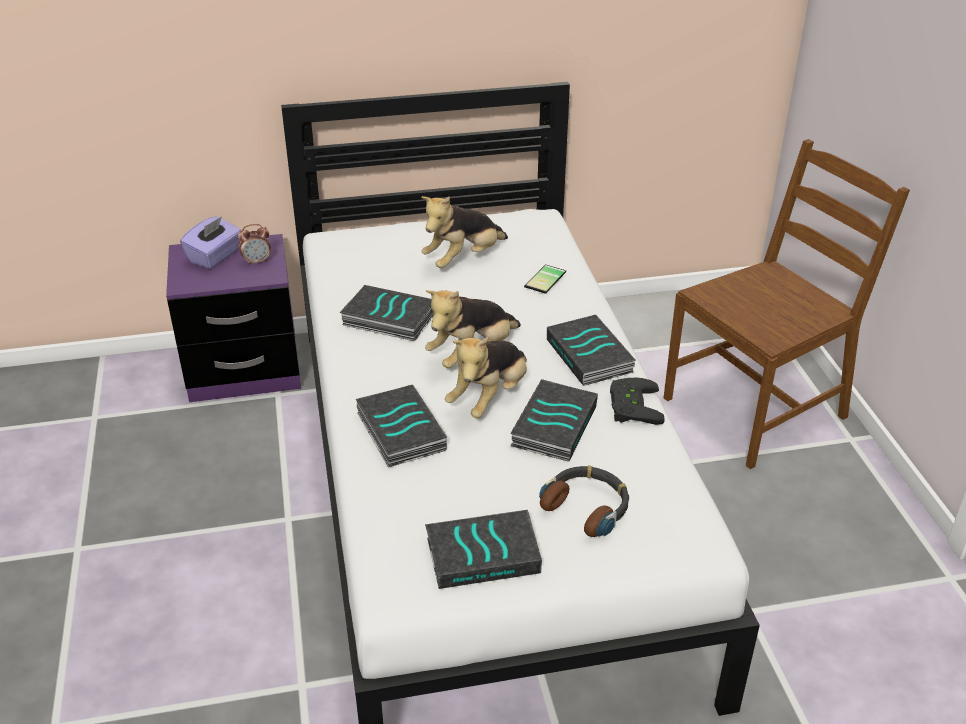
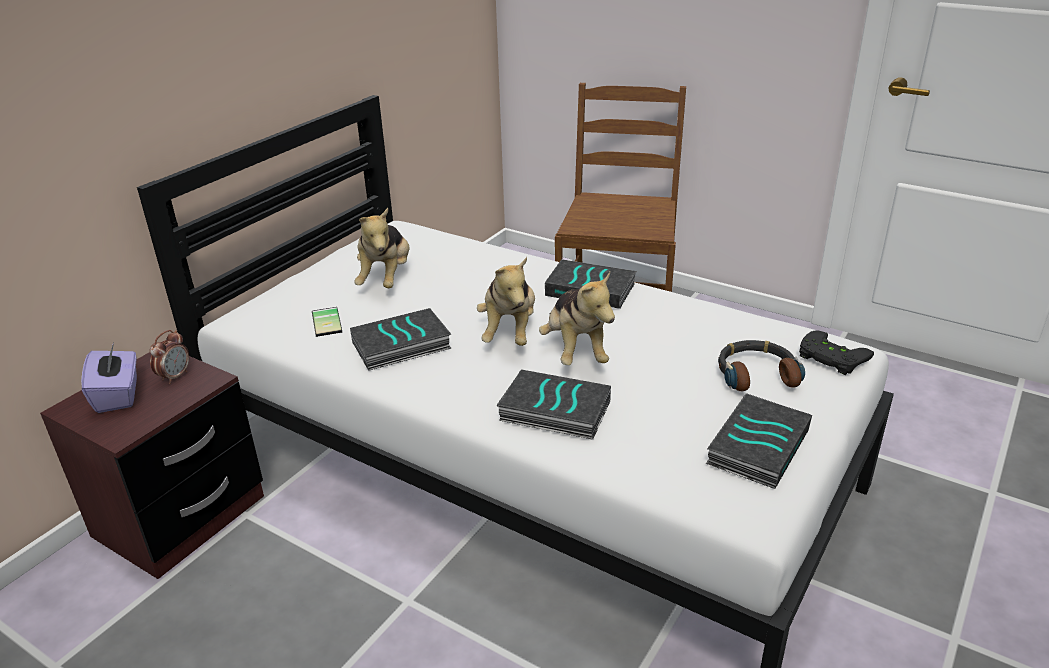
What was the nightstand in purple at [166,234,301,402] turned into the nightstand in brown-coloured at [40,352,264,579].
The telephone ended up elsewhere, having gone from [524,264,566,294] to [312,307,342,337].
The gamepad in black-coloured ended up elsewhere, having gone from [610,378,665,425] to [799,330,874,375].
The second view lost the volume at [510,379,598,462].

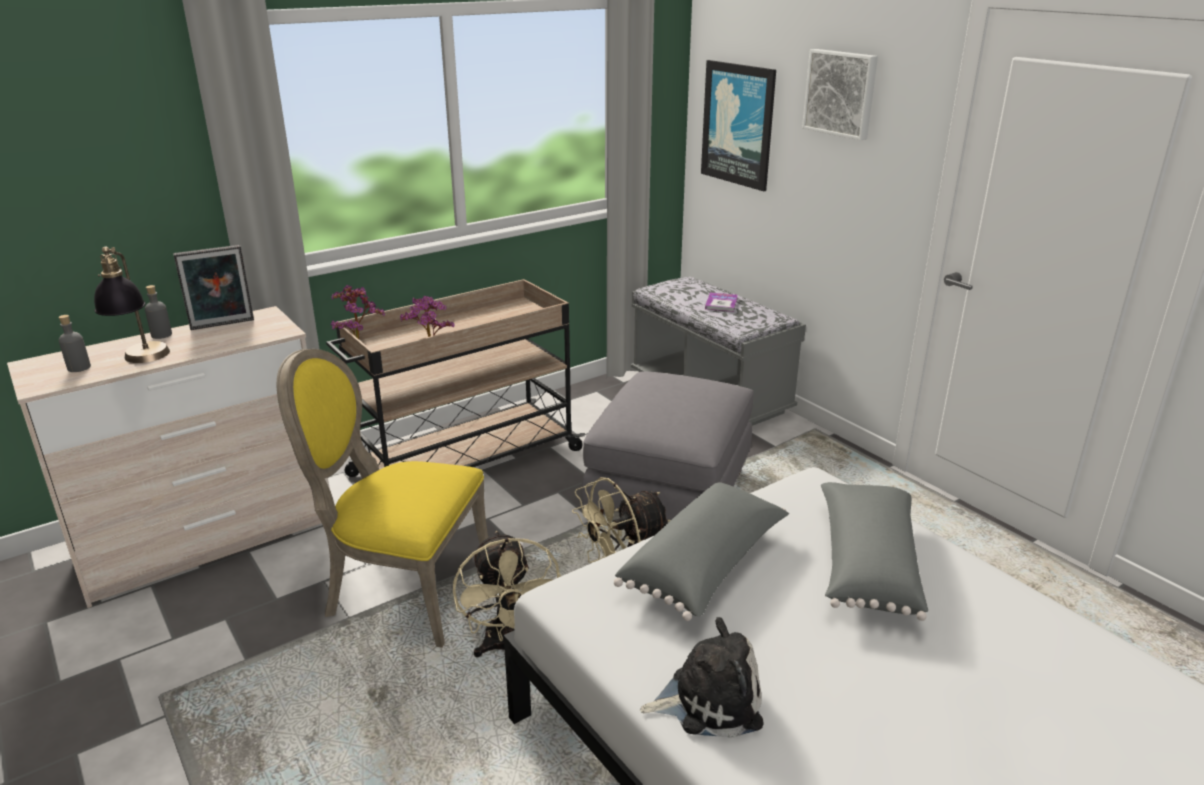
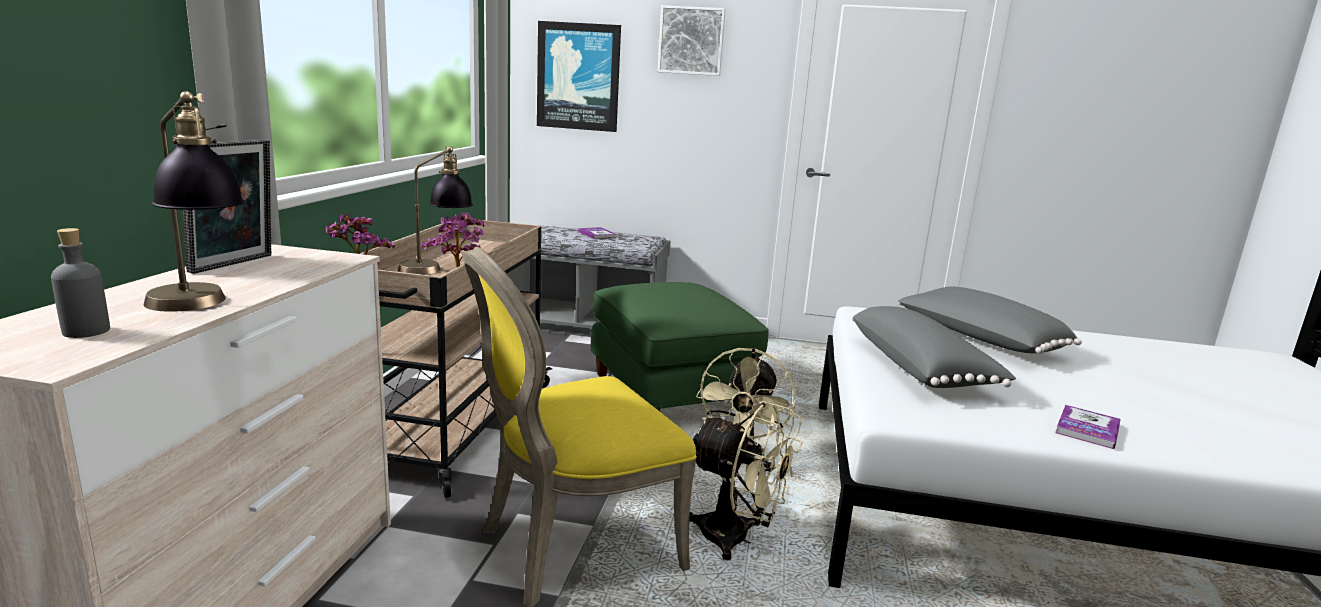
The second view lost the drink bottle in greyish at [145,285,172,339].
What was the ottoman in greyish at [582,372,754,527] turned into the ottoman in greenish at [591,282,769,411].
Where the cuddly toy stood at [640,617,763,738], the volume came to stand at [1055,405,1121,449].
The second view gained the table lamp at [398,146,473,275].

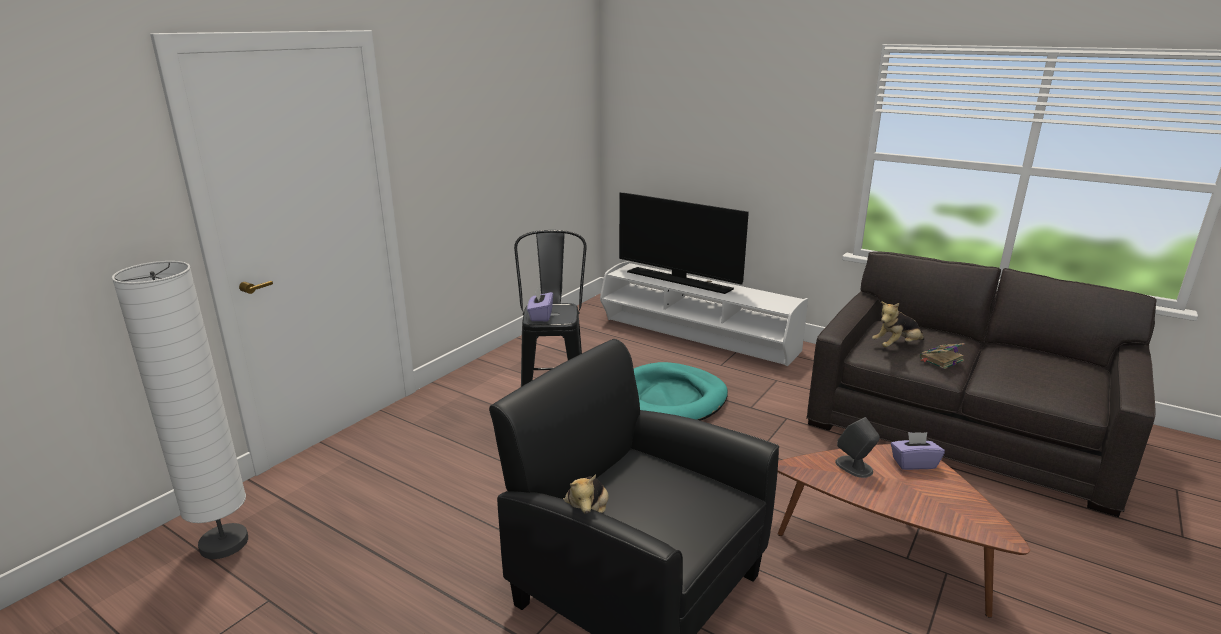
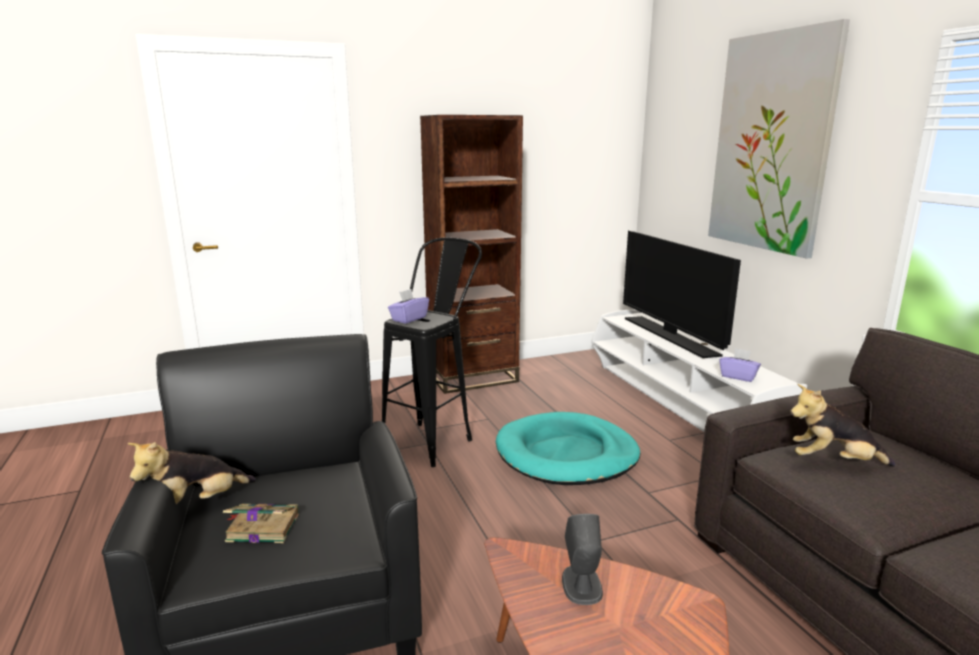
The second view lost the standing lamp in white at [112,261,248,559].
The volume ended up elsewhere, having gone from [920,343,965,369] to [223,504,299,543].
The tissue holder in purple ended up elsewhere, having gone from [891,432,945,470] to [719,348,761,382].
The second view gained the wall art at [708,19,850,259].
The second view gained the shelving unit in brown-coloured at [420,115,523,394].

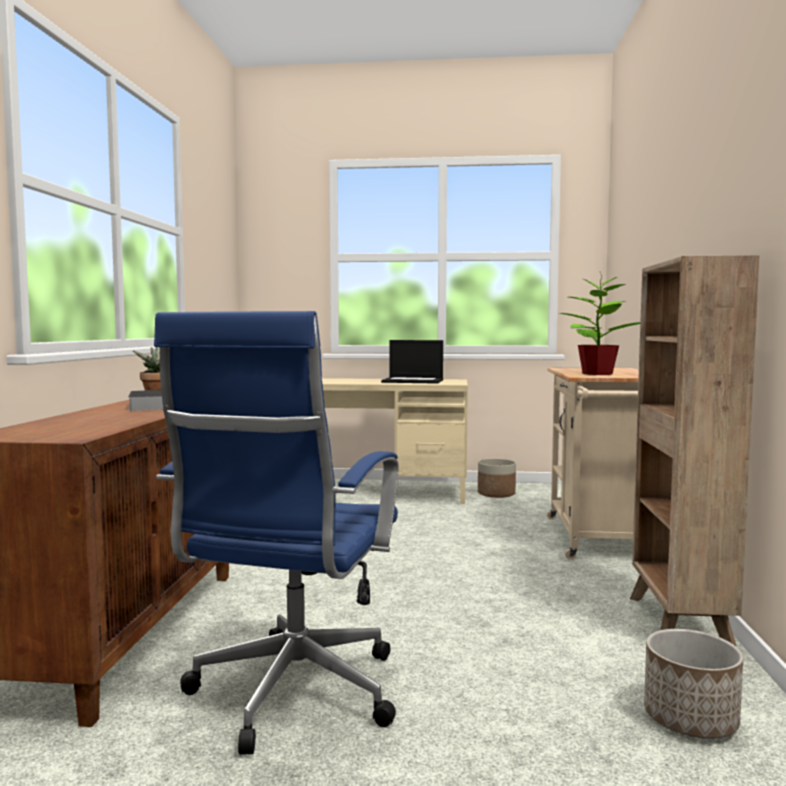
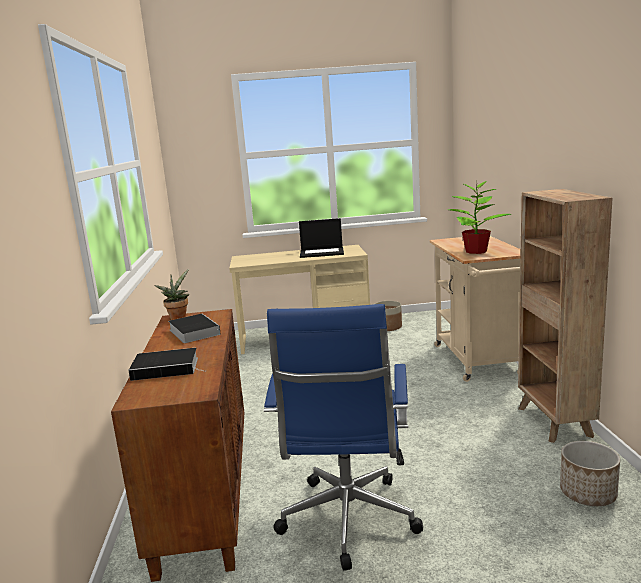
The second view gained the volume at [128,348,206,381].

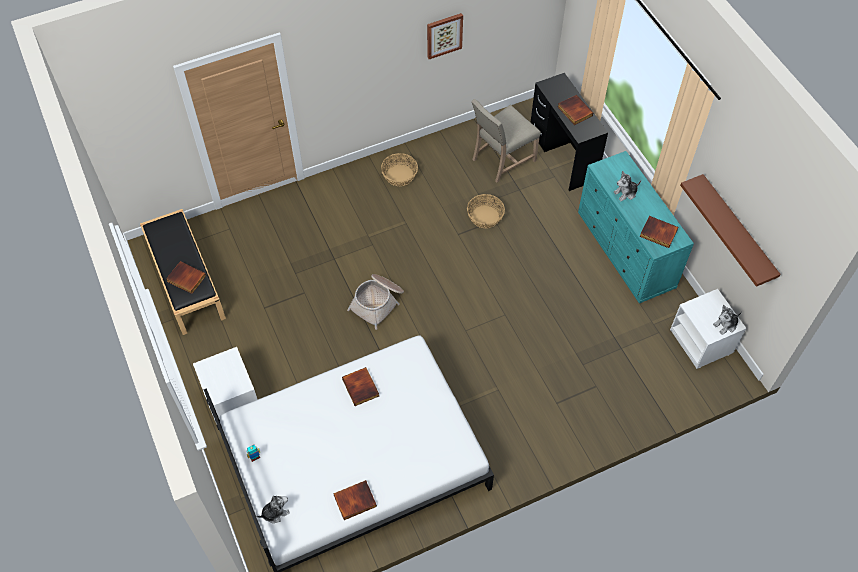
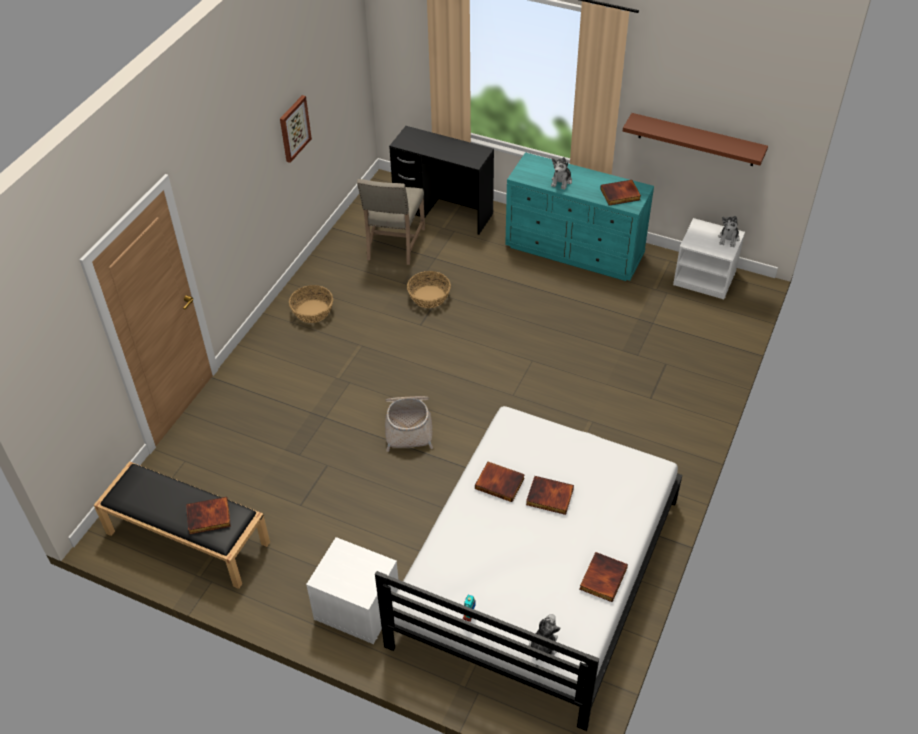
The volume ended up elsewhere, having gone from [558,95,593,125] to [526,476,574,515].

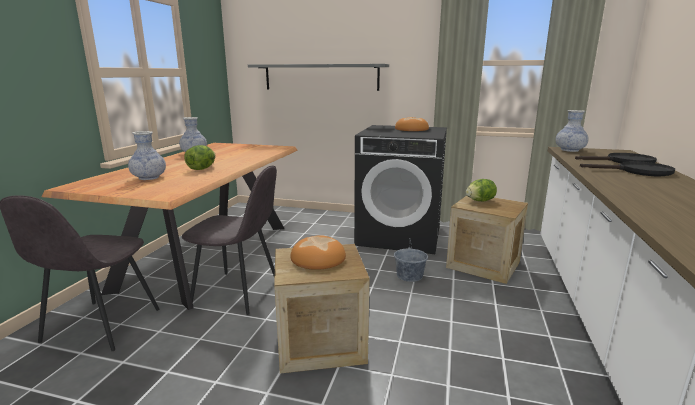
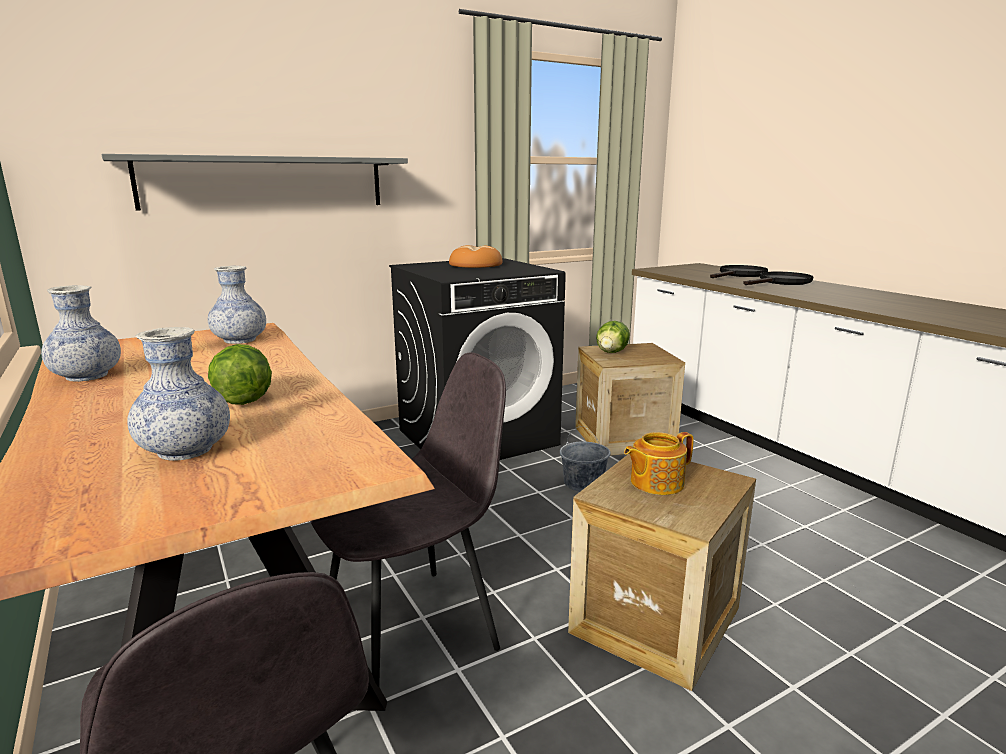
The decorative vase ended up elsewhere, having gone from [556,110,589,152] to [208,266,266,344].
Where the baked bread stood at [291,235,346,270], the tea pot came to stand at [624,432,694,495].

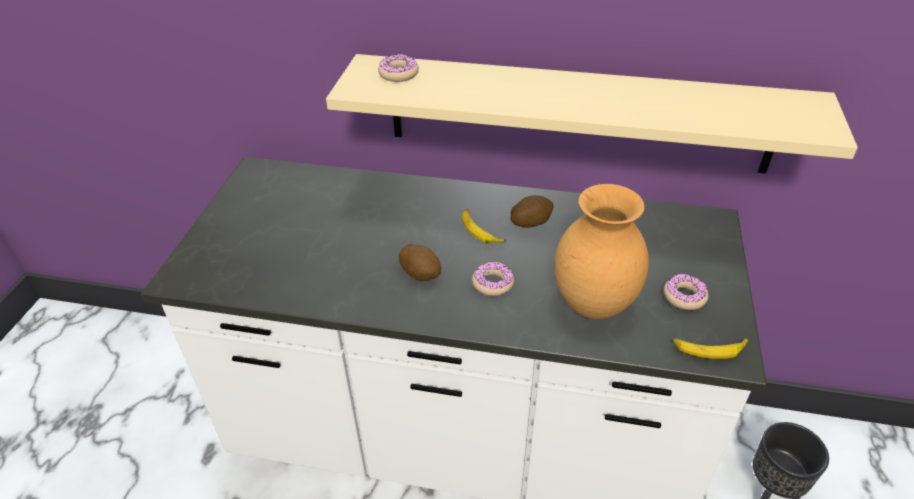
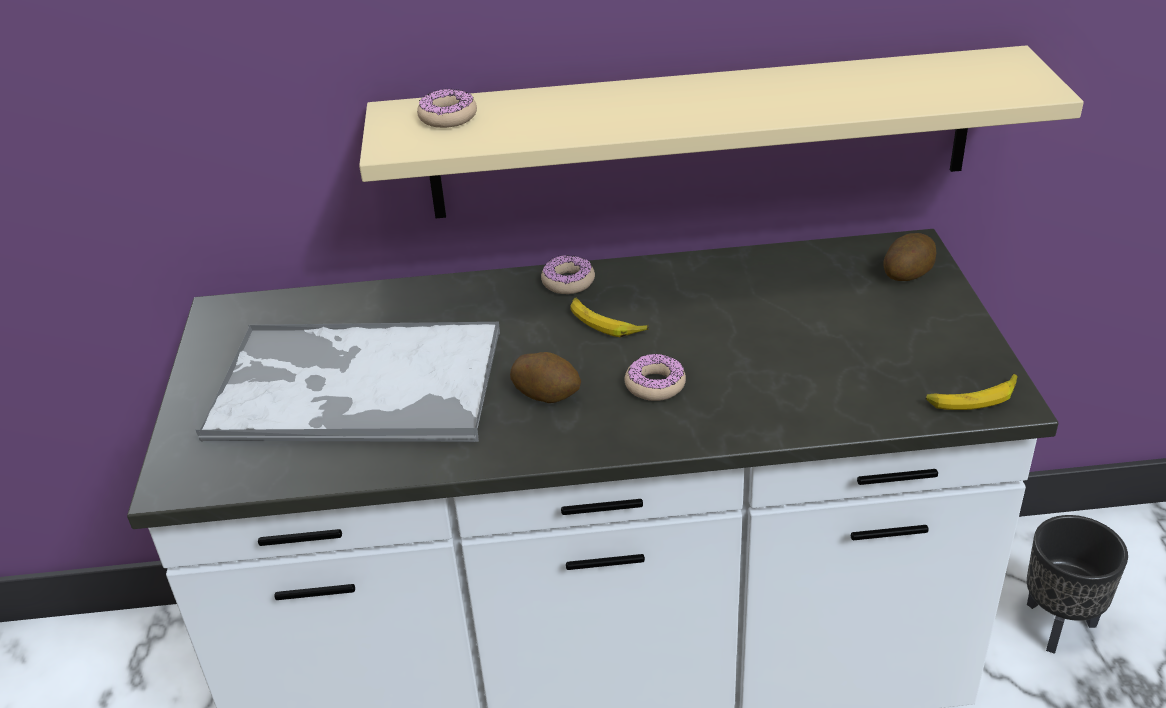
The second view lost the decorative vase in brown-coloured at [554,184,649,319].
The spud ended up elsewhere, having gone from [511,195,553,228] to [883,233,936,281].
The ring doughnut ended up elsewhere, having gone from [664,274,708,310] to [541,255,595,294].
The second view gained the serving tray at [196,322,500,443].

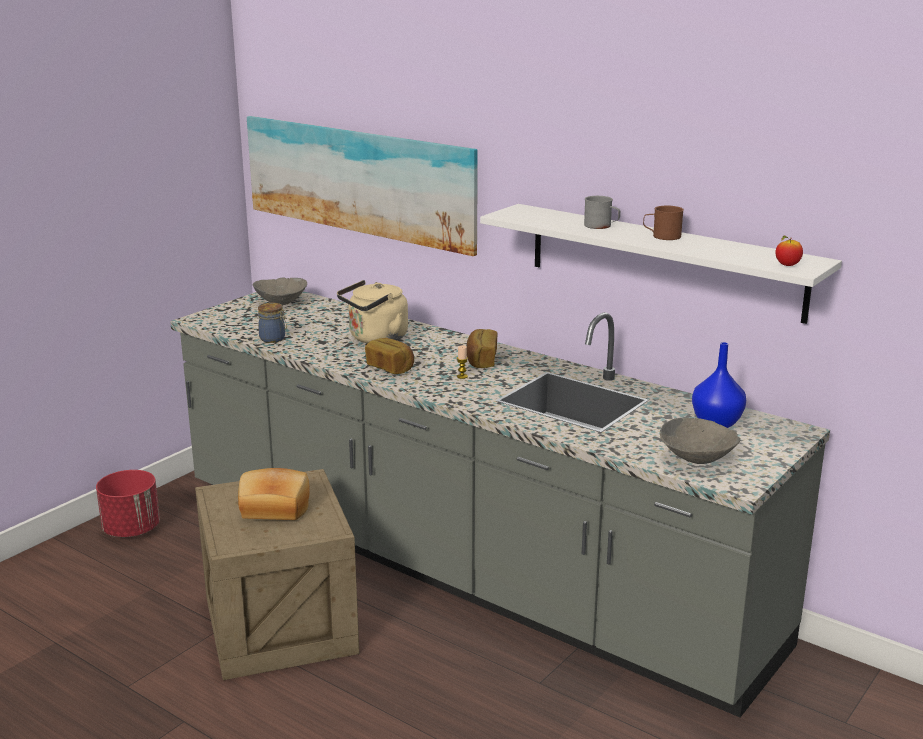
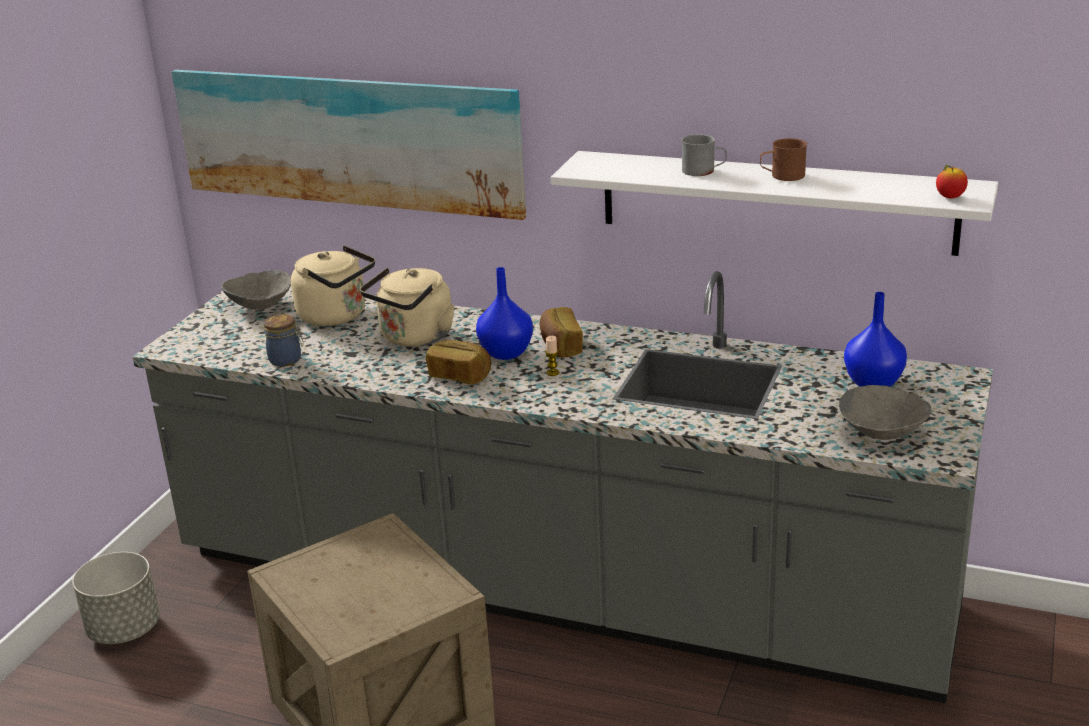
The second view lost the baked bread at [238,468,310,520].
What was the flower pot in reddish at [96,470,160,537] turned into the flower pot in greyish at [72,552,160,644].
The second view gained the tea kettle in beige-coloured at [291,245,375,326].
The second view gained the decorative vase in bluish at [476,267,533,360].

